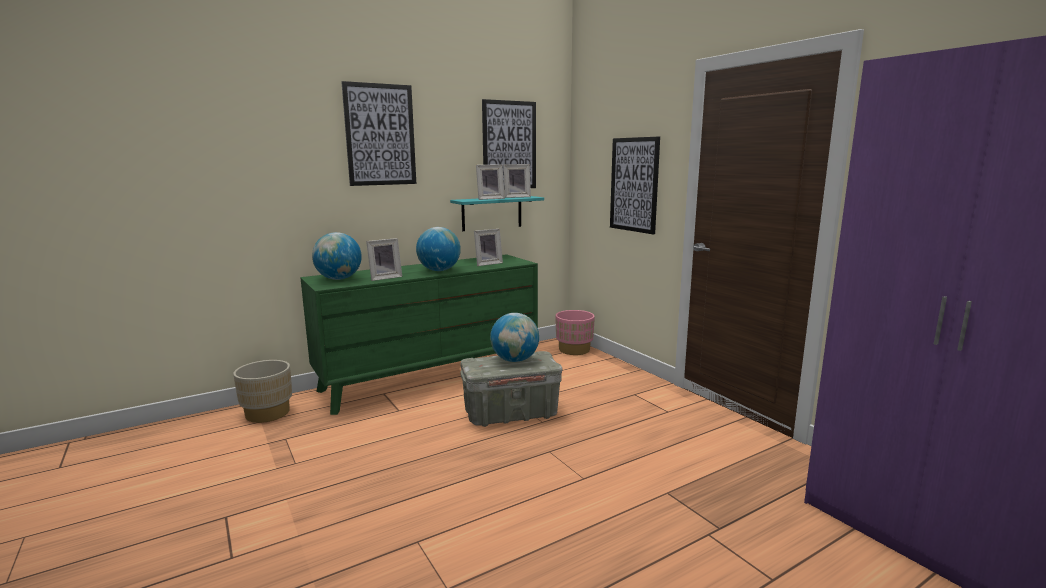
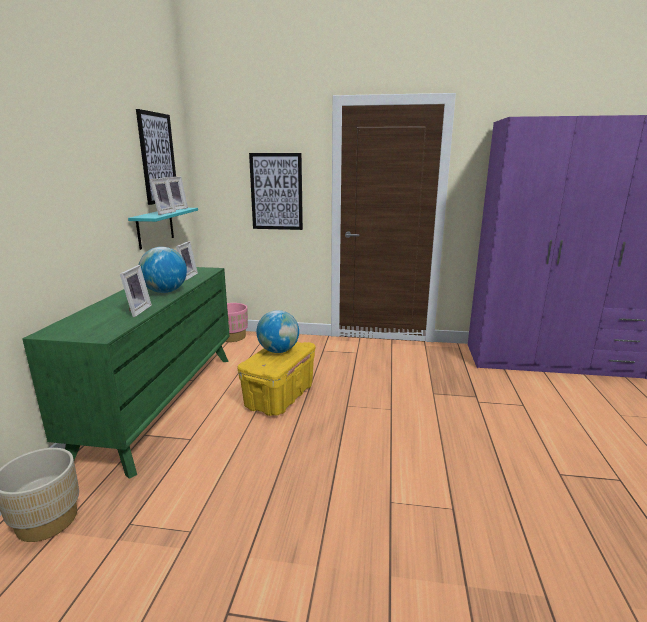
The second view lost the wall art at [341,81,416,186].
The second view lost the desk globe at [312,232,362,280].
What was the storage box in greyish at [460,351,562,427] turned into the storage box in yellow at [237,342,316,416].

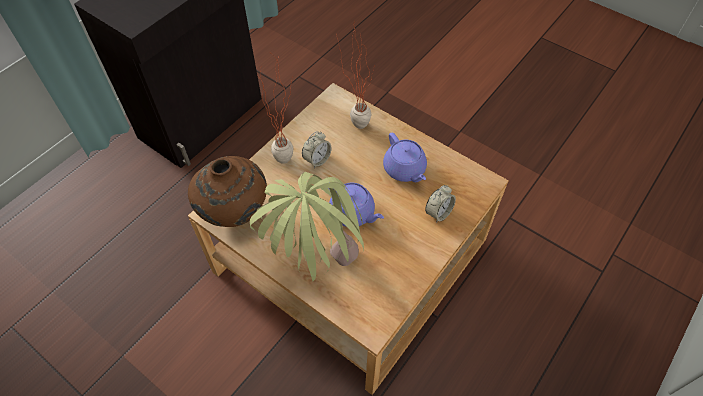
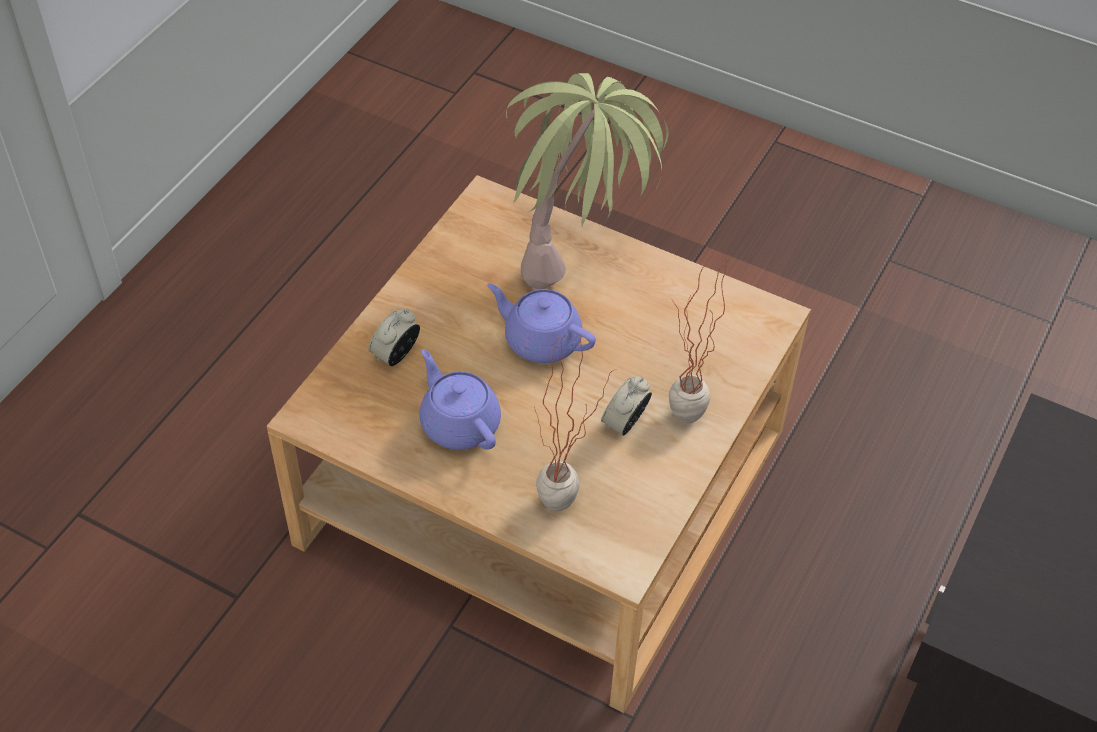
The second view lost the decorative vase in brown-coloured at [188,156,267,227].

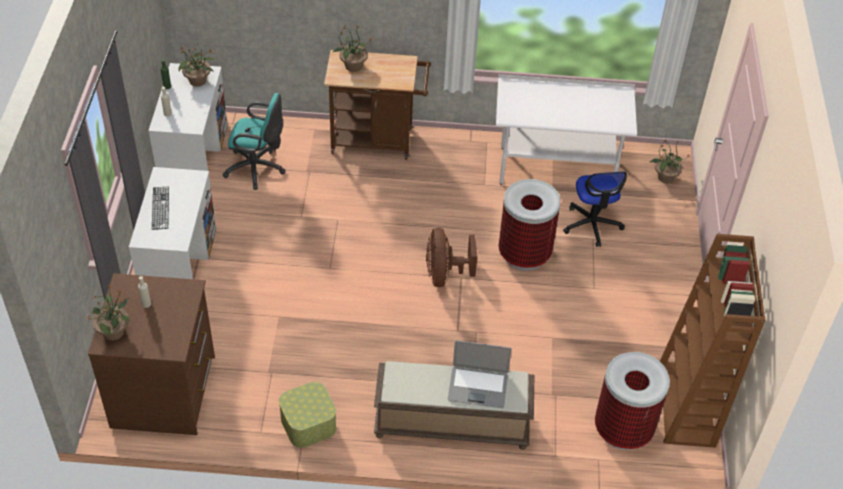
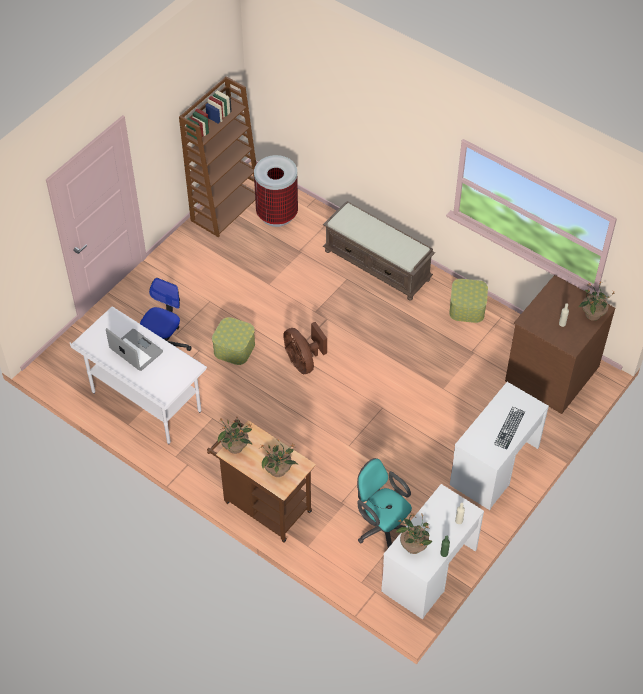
The houseplant ended up elsewhere, having gone from [649,139,691,183] to [218,417,252,454].
Where the rubbish bin stood at [498,179,561,271], the storage box came to stand at [212,317,255,365].
The fan in brown-coloured at [426,228,477,287] ended up facing another way, 120 degrees clockwise from before.
The laptop ended up elsewhere, having gone from [448,340,511,408] to [106,328,163,371].

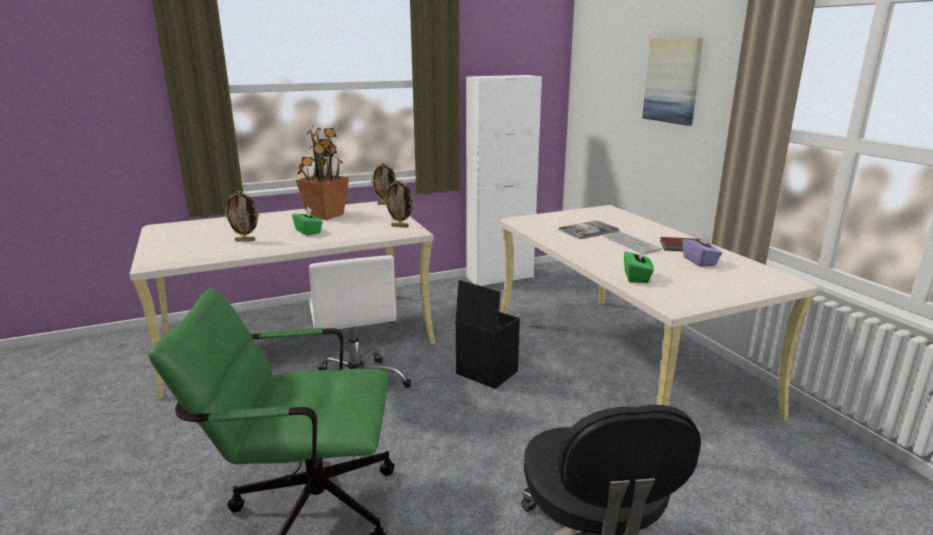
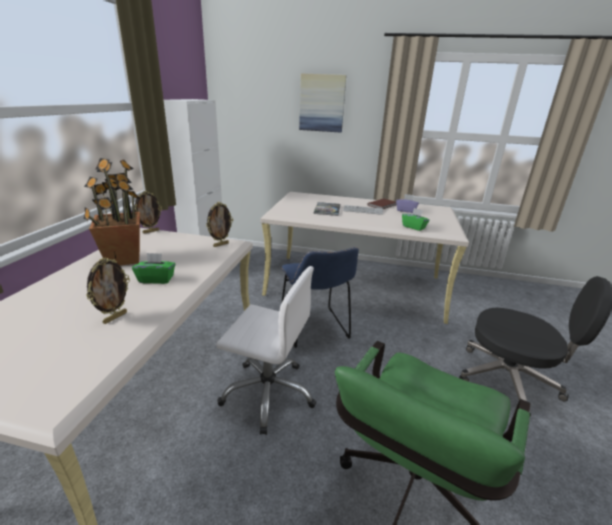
Where the storage box in black-coloured stood at [456,280,520,389], the chair in bluish came to stand at [281,247,359,348].

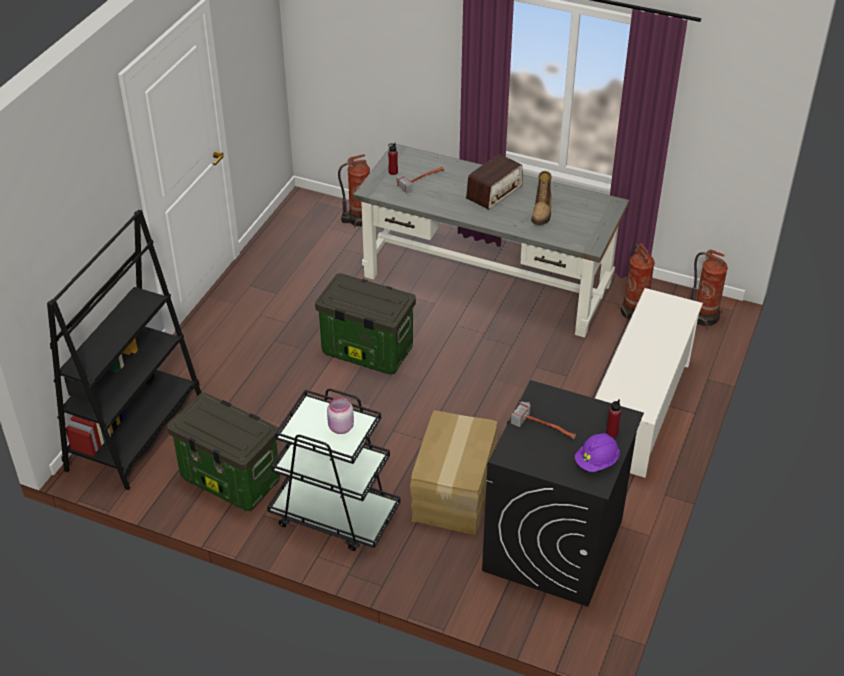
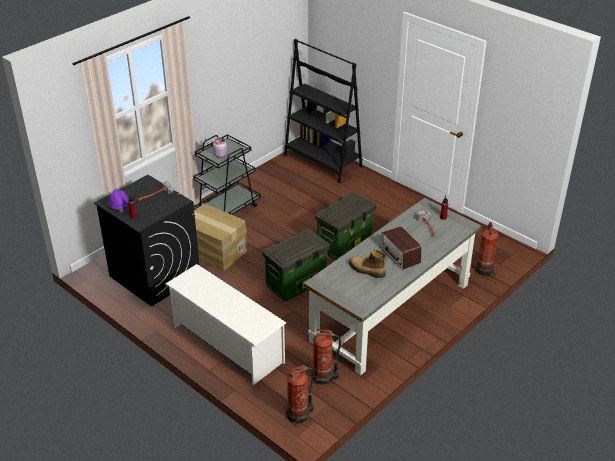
The storage box ended up elsewhere, having gone from [167,393,280,511] to [263,229,330,301].

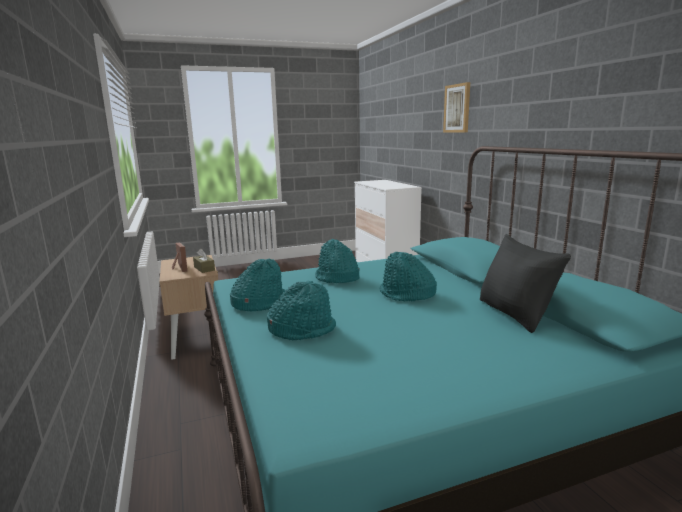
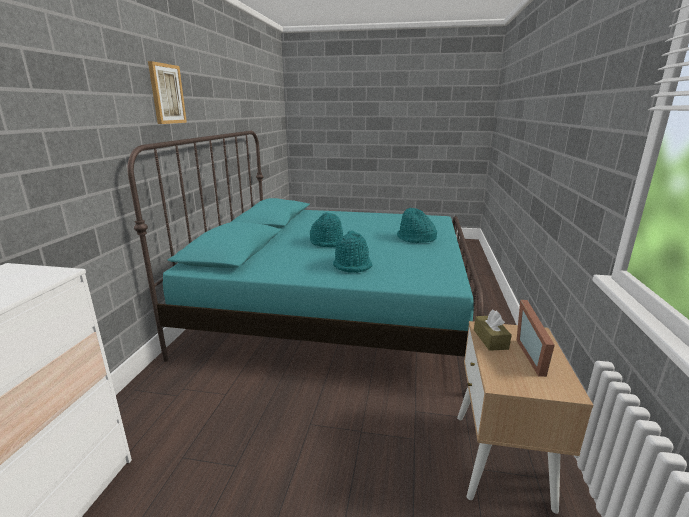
The wall art ended up elsewhere, having gone from [443,82,470,133] to [148,61,187,124].
The second view lost the pillow in black-coloured at [480,234,571,333].
The second view lost the hat in blue-green at [230,259,285,311].

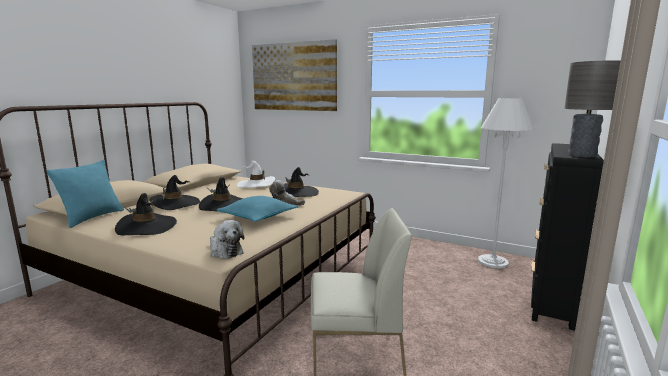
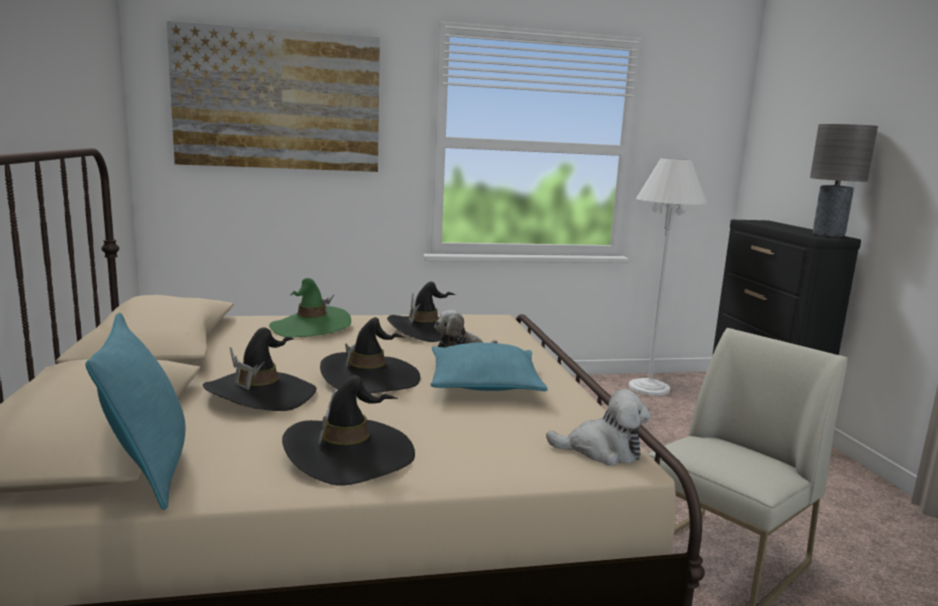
What was the hat in white at [237,161,275,188] turned into the hat in greenish at [269,278,351,337].

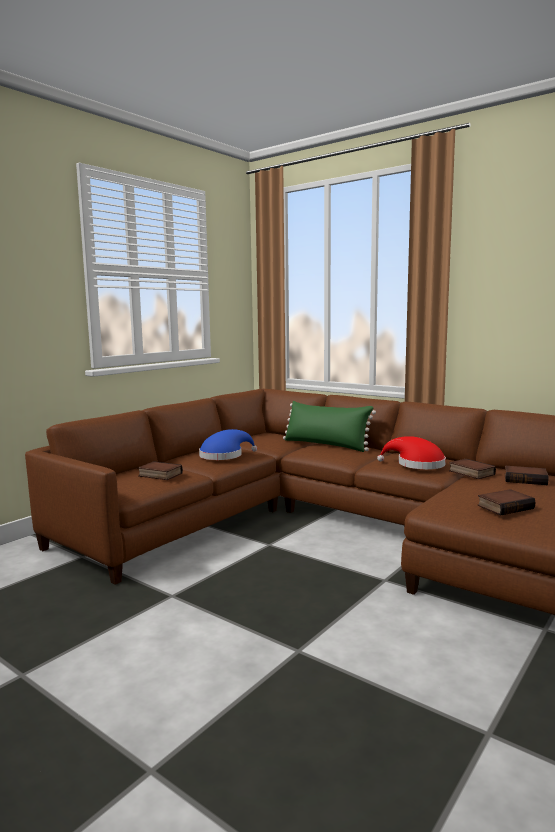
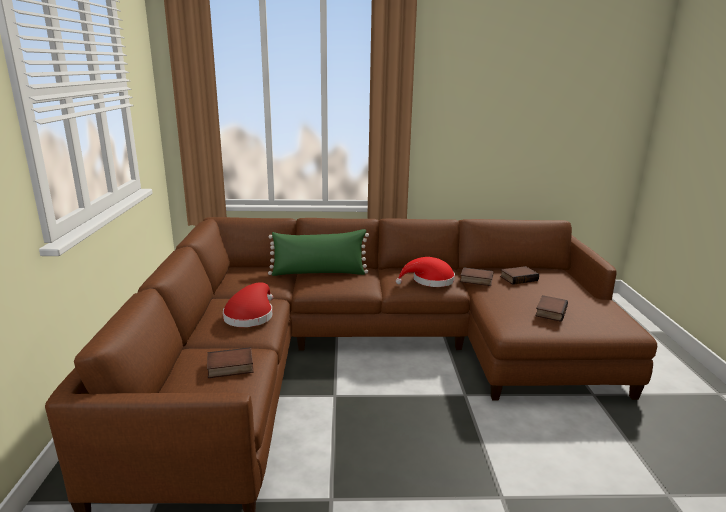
What was the hat in bluish at [199,429,257,460] turned into the hat in reddish at [223,282,273,327].

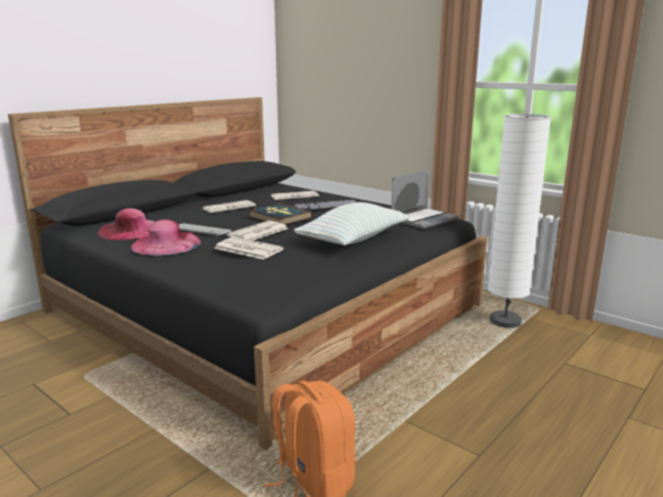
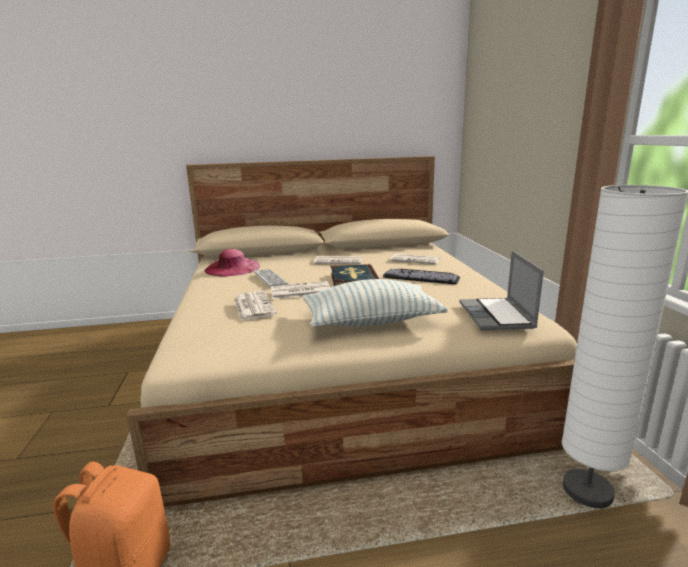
What was the bed in black-coloured at [8,97,488,450] turned into the bed in beige-coloured at [127,156,577,507].
The laptop at [391,170,458,229] ended up facing another way, 90 degrees clockwise from before.
The second view lost the hat in pinkish at [131,220,201,256].

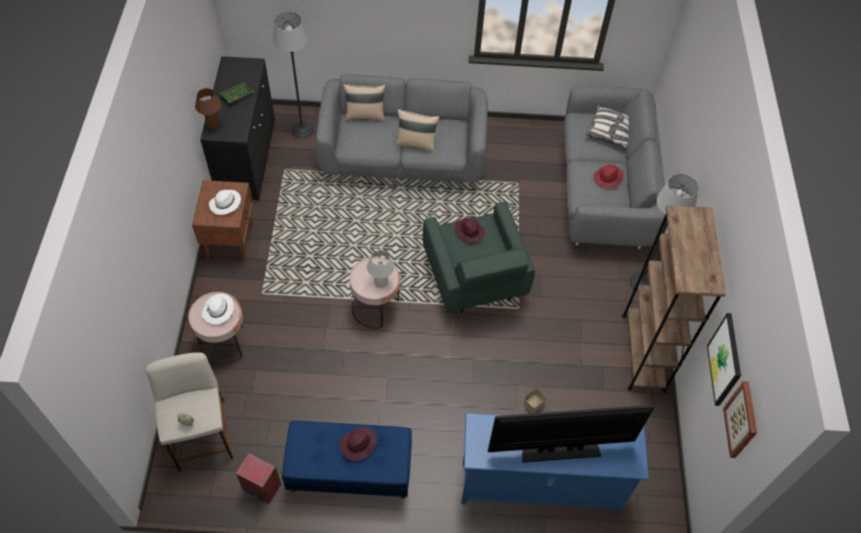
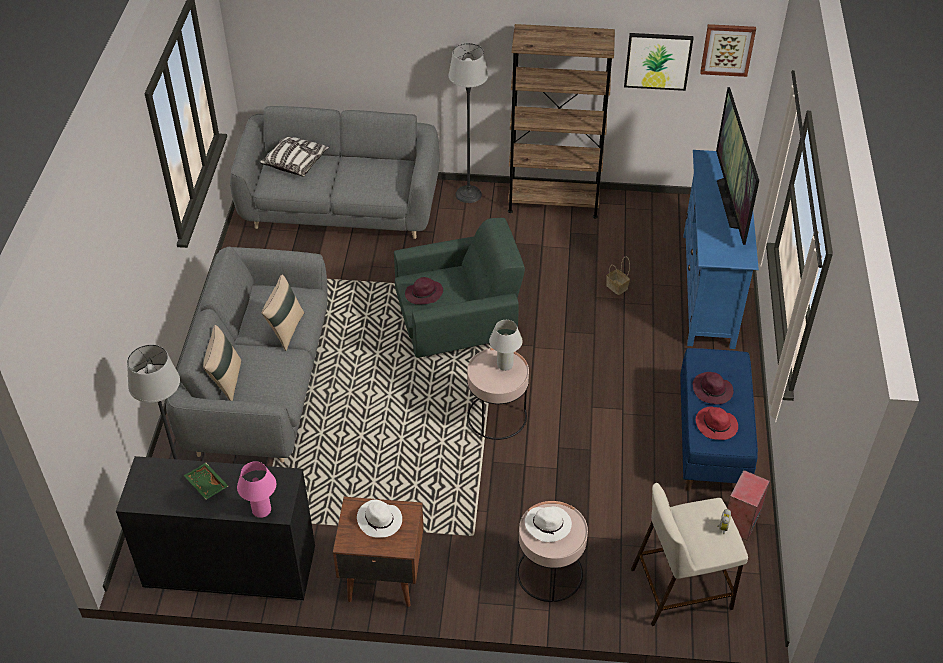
What was the table lamp in brown-coloured at [195,88,222,129] turned into the table lamp in pinkish at [237,461,276,518].
The hat in reddish ended up elsewhere, having gone from [593,165,623,188] to [696,406,738,440].

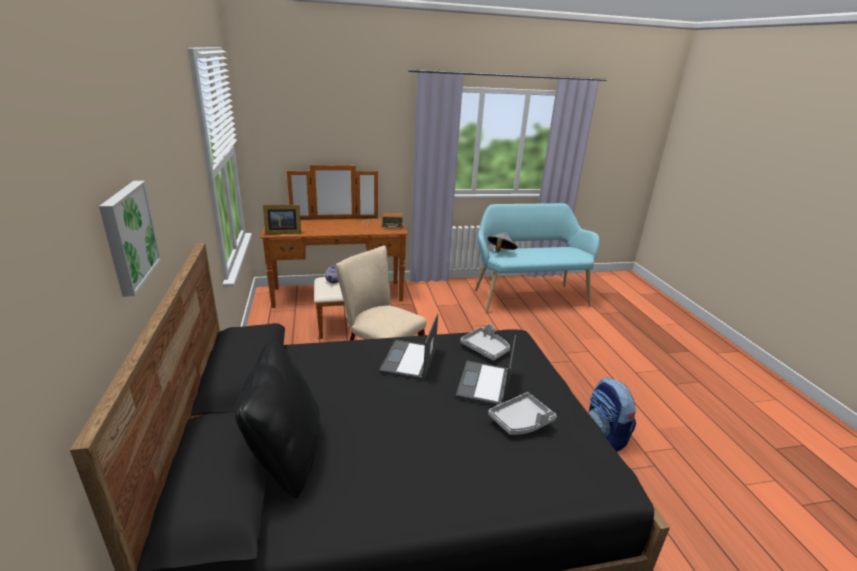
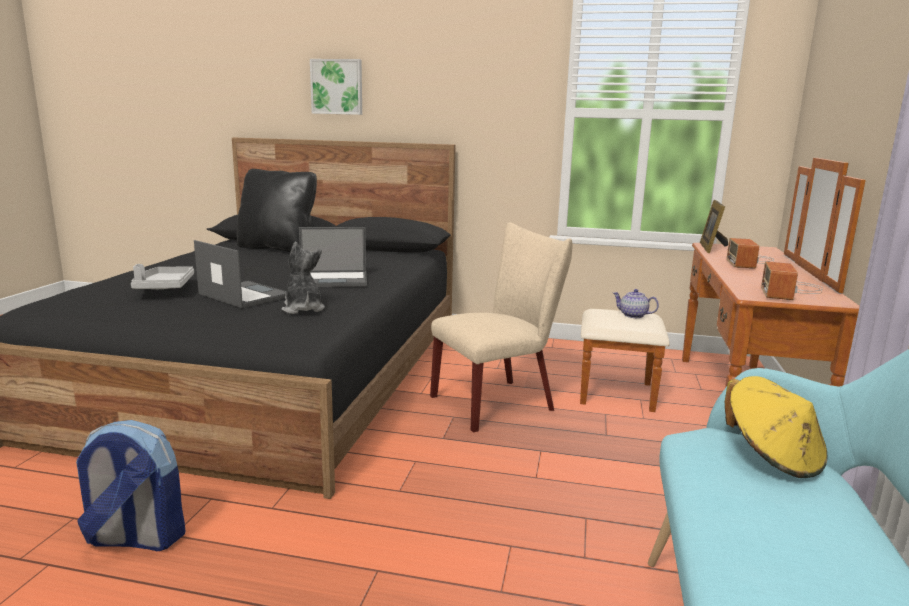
What was the hat in greyish at [488,232,518,252] turned into the hat in yellow at [725,376,828,478].
The laptop at [379,314,438,381] ended up facing another way, 135 degrees clockwise from before.
Where the serving tray in greyish stood at [460,324,510,360], the cuddly toy came to stand at [282,242,325,314].
The second view gained the radio at [727,238,773,269].

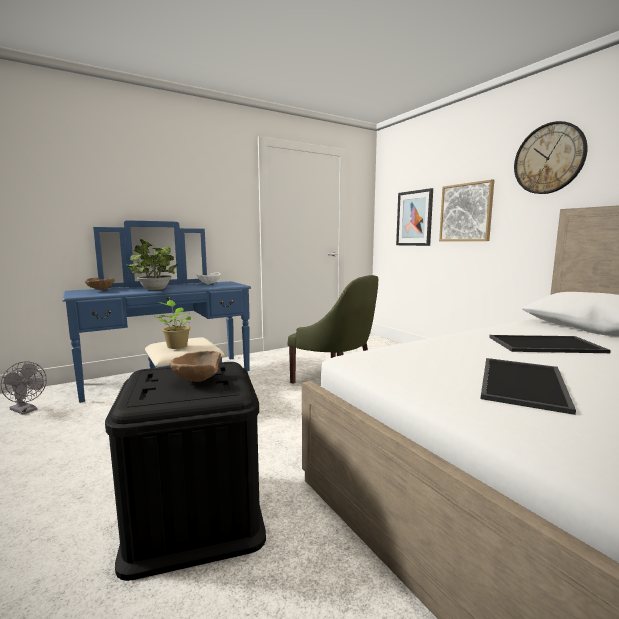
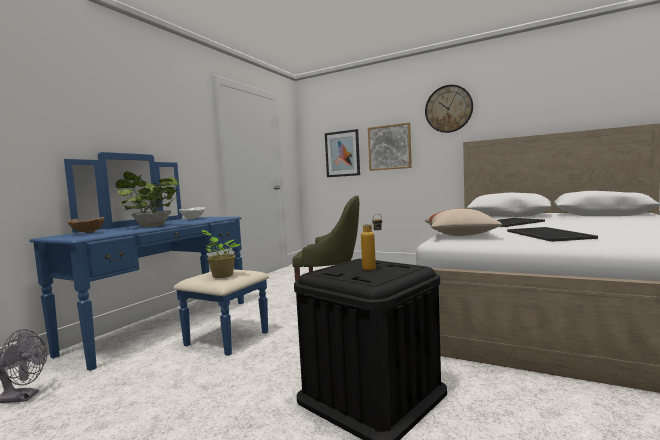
Where the serving bowl in brown-coloured stood at [170,351,221,382], the drink bottle came to stand at [361,214,382,270].
The second view gained the pillow in beige-coloured at [425,208,502,236].

